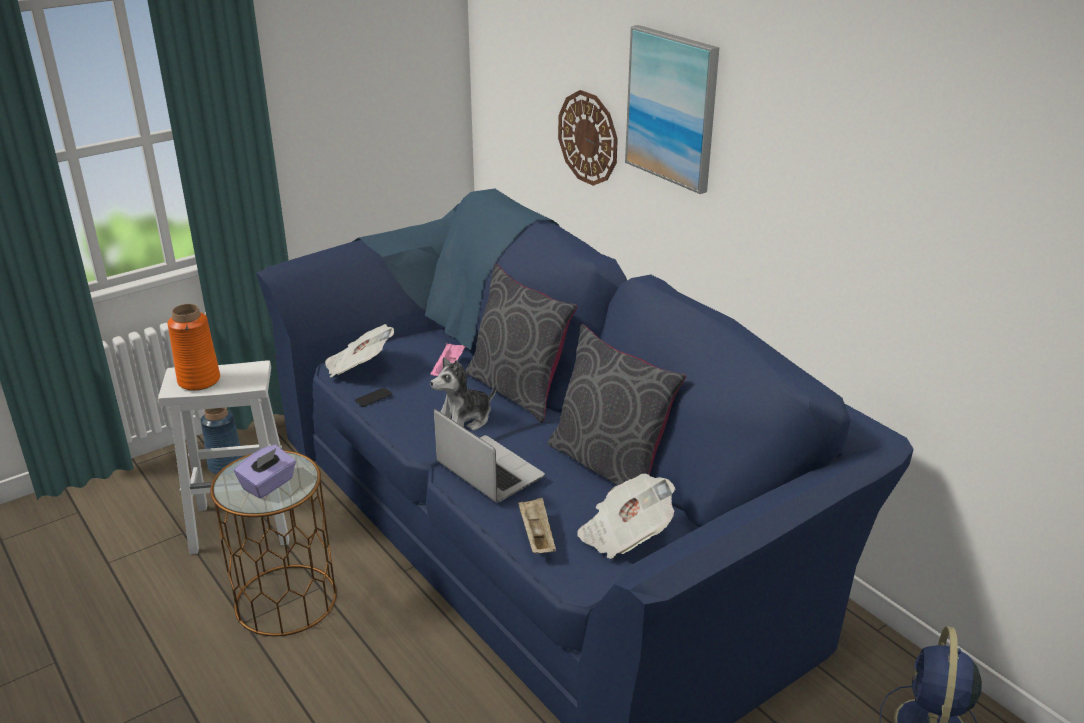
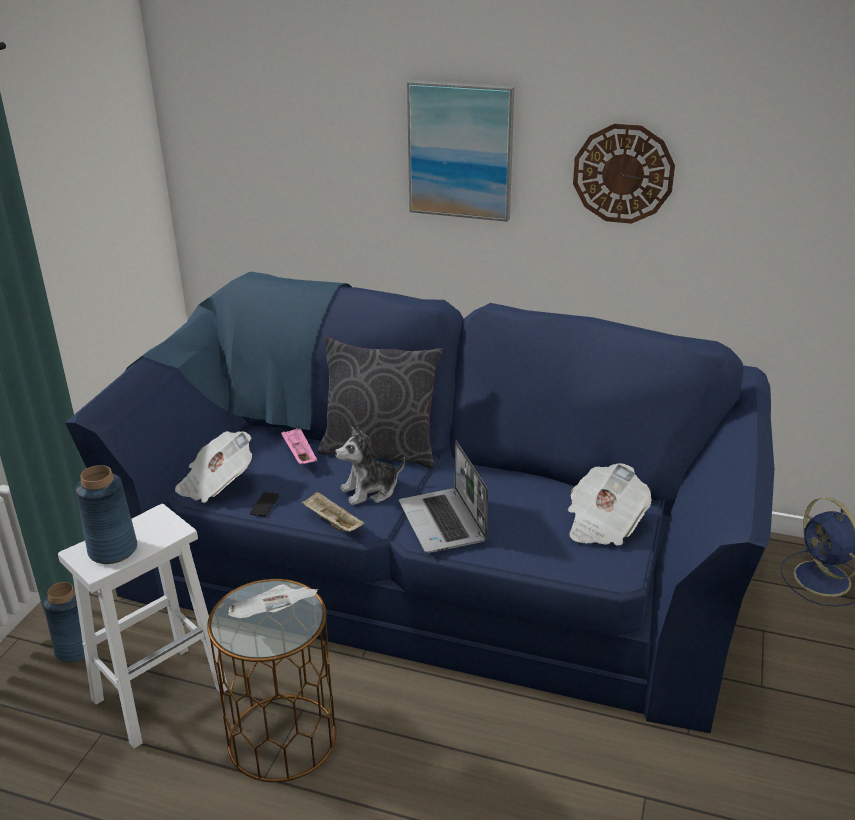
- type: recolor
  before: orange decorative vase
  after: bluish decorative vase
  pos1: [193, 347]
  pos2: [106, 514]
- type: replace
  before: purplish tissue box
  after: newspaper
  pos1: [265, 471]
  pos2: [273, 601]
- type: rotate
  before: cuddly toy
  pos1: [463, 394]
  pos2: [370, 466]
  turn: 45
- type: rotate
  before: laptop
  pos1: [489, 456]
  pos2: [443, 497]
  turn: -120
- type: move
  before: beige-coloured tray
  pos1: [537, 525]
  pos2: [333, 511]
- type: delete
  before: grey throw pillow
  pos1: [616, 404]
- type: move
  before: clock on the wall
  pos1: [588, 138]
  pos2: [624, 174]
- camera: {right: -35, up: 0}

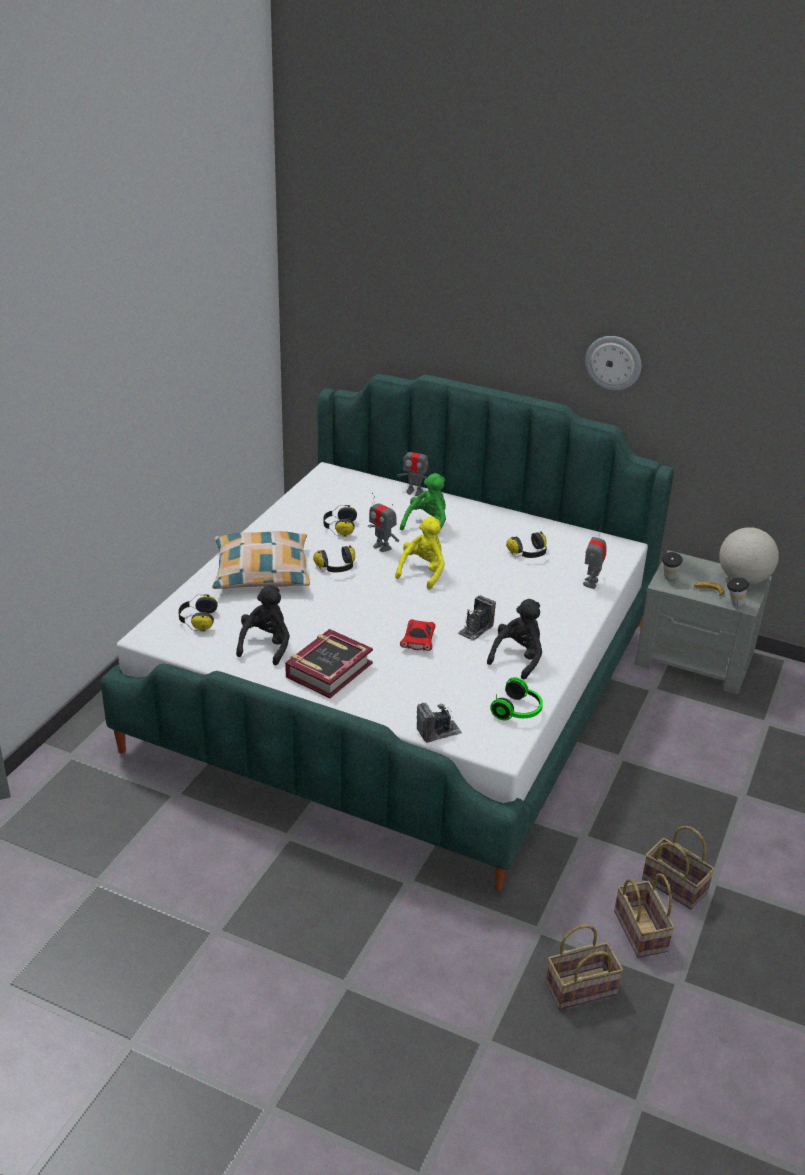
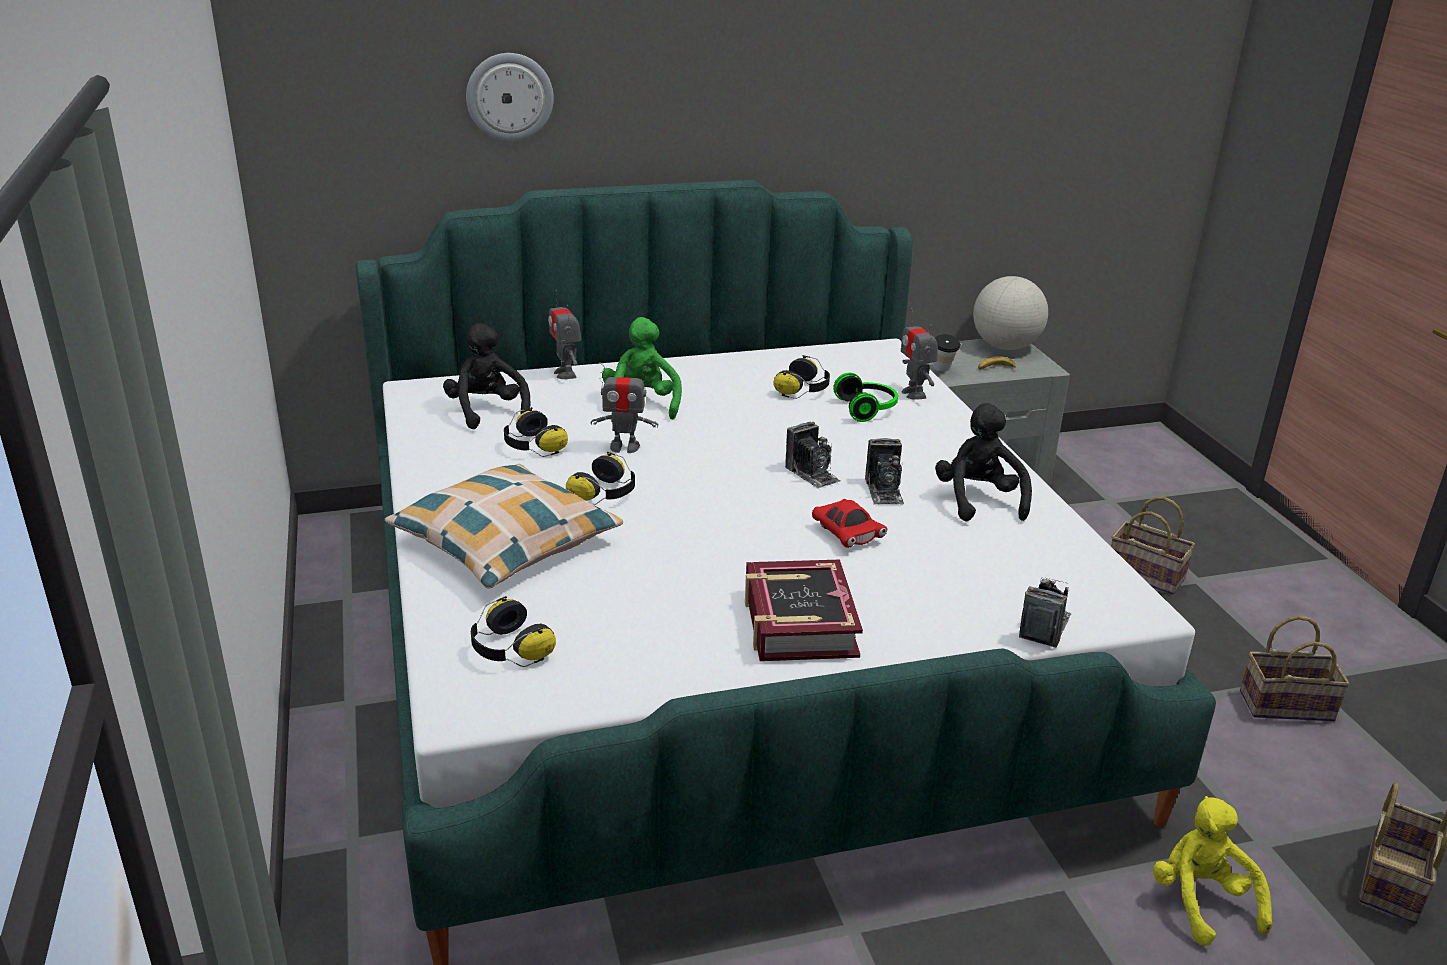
- type: move
  before: black-coloured cuddly toy
  pos1: [263, 625]
  pos2: [486, 376]
- type: move
  before: yellowish cuddly toy
  pos1: [420, 553]
  pos2: [1212, 871]
- type: rotate
  before: model robot
  pos1: [413, 469]
  pos2: [564, 334]
  turn: 90
- type: move
  before: headset
  pos1: [516, 699]
  pos2: [865, 397]
- type: move
  before: clock on the wall
  pos1: [613, 363]
  pos2: [510, 97]
- type: move
  before: basket
  pos1: [644, 915]
  pos2: [1153, 546]
- type: delete
  before: cup
  pos1: [738, 592]
- type: insert
  after: photo camera
  pos2: [812, 455]
- camera: {right: -40, up: -5}

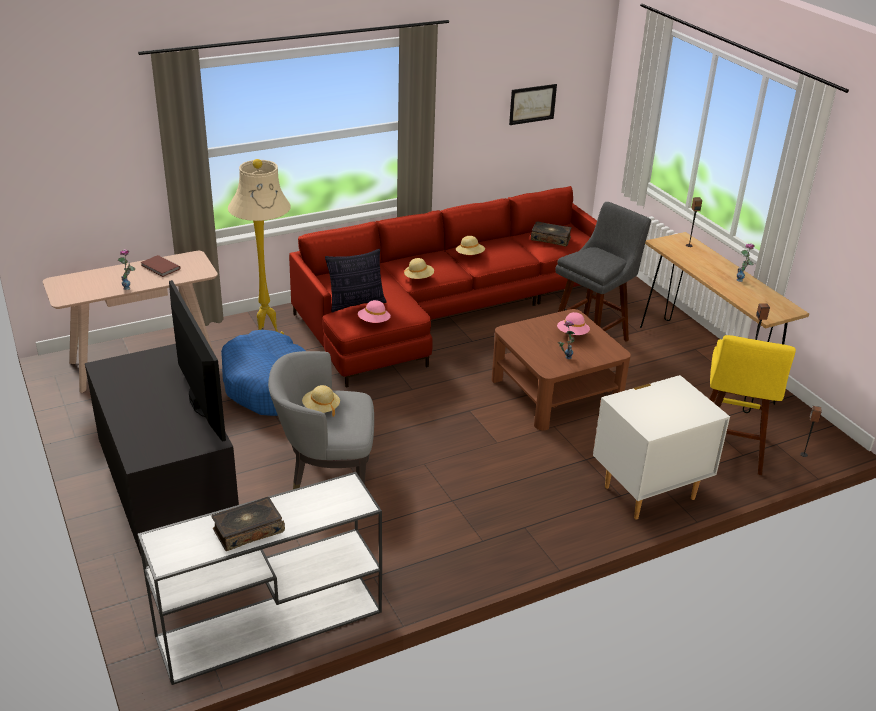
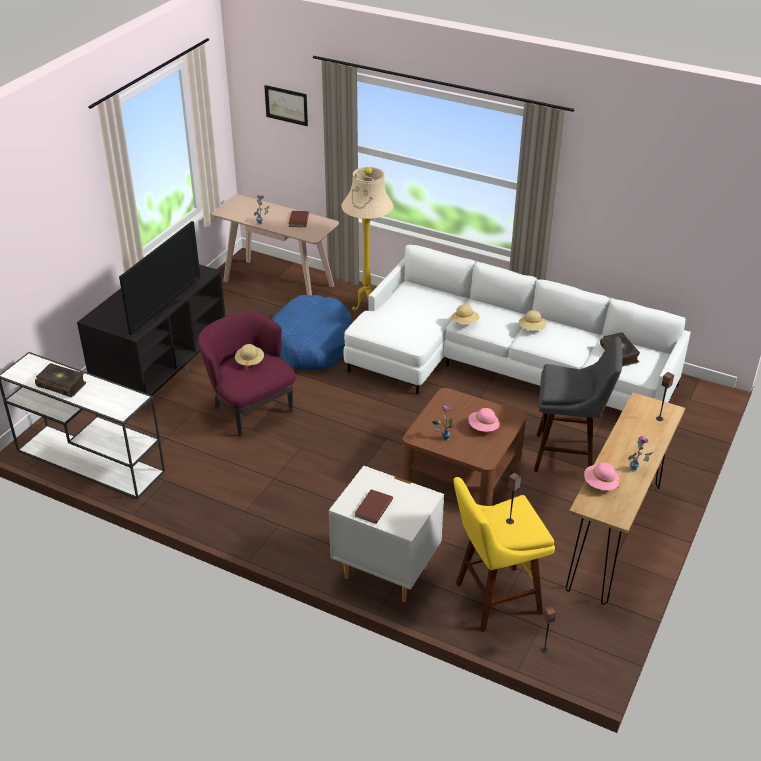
- type: recolor
  before: grey armchair
  after: purplish armchair
  pos1: [321, 420]
  pos2: [247, 374]
- type: recolor
  before: reddish sofa
  after: whitish sofa
  pos1: [443, 286]
  pos2: [517, 328]
- type: delete
  before: throw pillow
  pos1: [355, 281]
- type: move
  before: pink-coloured clothing hat
  pos1: [374, 311]
  pos2: [602, 476]
- type: move
  before: wall art
  pos1: [533, 104]
  pos2: [286, 105]
- type: insert
  after: brownish volume
  pos2: [374, 506]
- camera: {right: 55, up: 5}

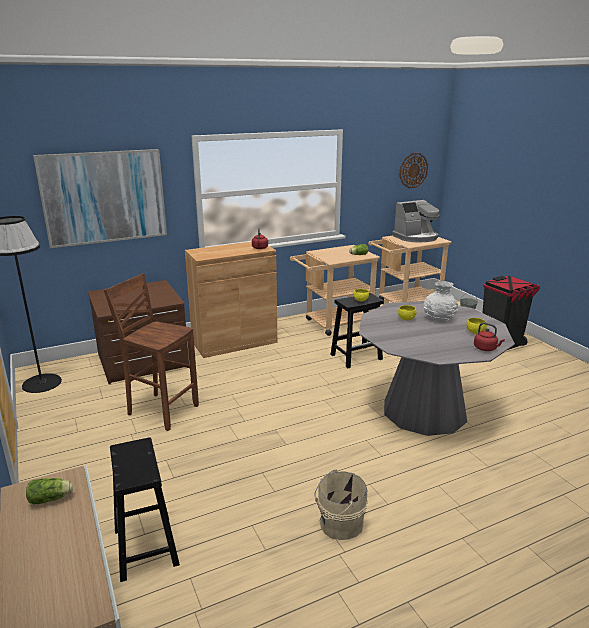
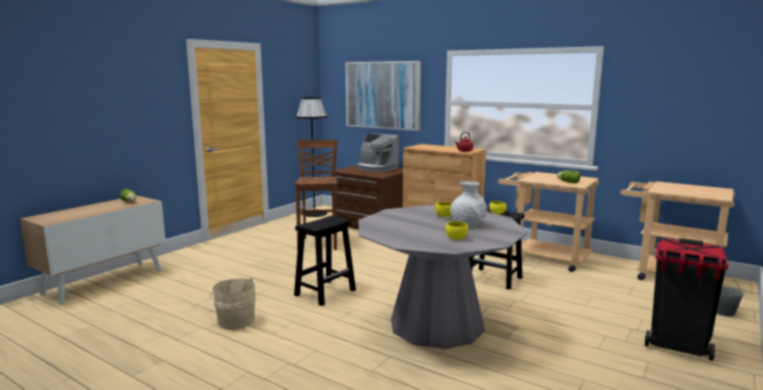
- type: move
  before: black-coloured stool seat
  pos1: [145, 509]
  pos2: [325, 261]
- type: move
  before: coffee maker
  pos1: [416, 221]
  pos2: [378, 152]
- type: delete
  before: clock on the wall
  pos1: [413, 170]
- type: delete
  before: reddish kettle
  pos1: [489, 337]
- camera: {right: 60, up: -10}

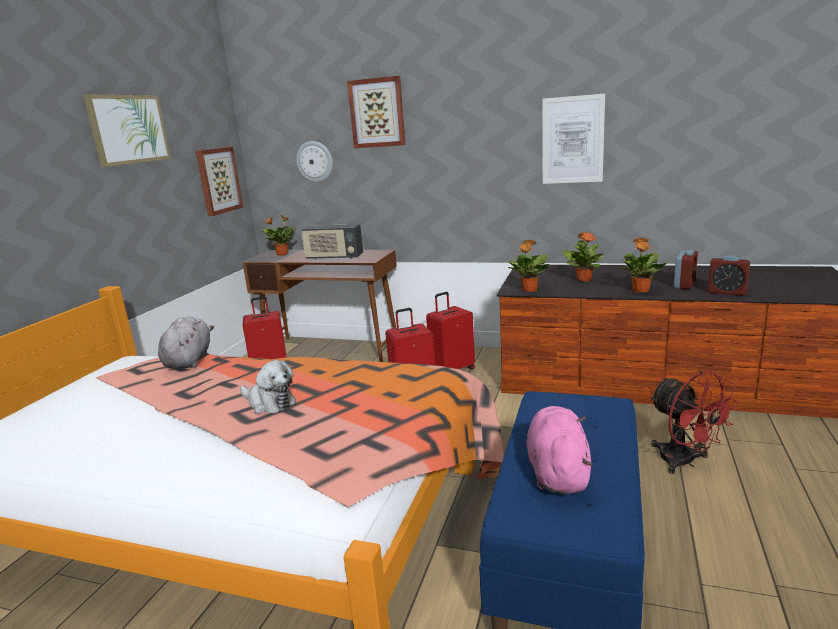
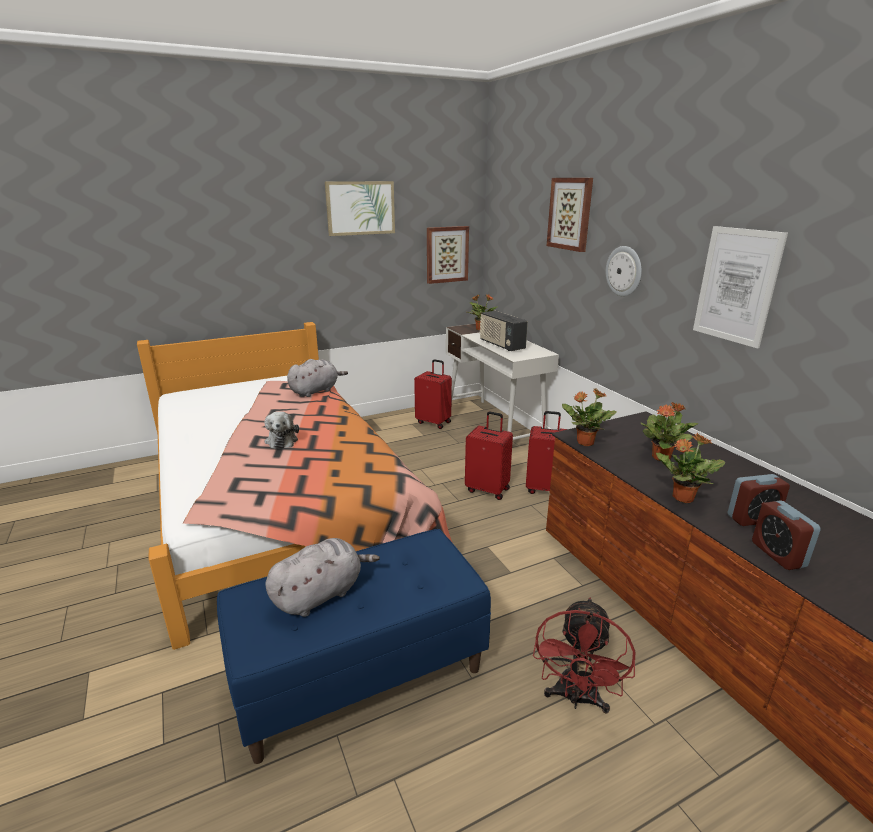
- type: recolor
  before: brownish desk
  after: whitish desk
  pos1: [319, 306]
  pos2: [502, 382]
- type: move
  before: clock on the wall
  pos1: [314, 161]
  pos2: [624, 271]
- type: recolor
  before: pink-coloured cuddly toy
  after: grey cuddly toy
  pos1: [559, 450]
  pos2: [322, 577]
- camera: {right: 45, up: 5}

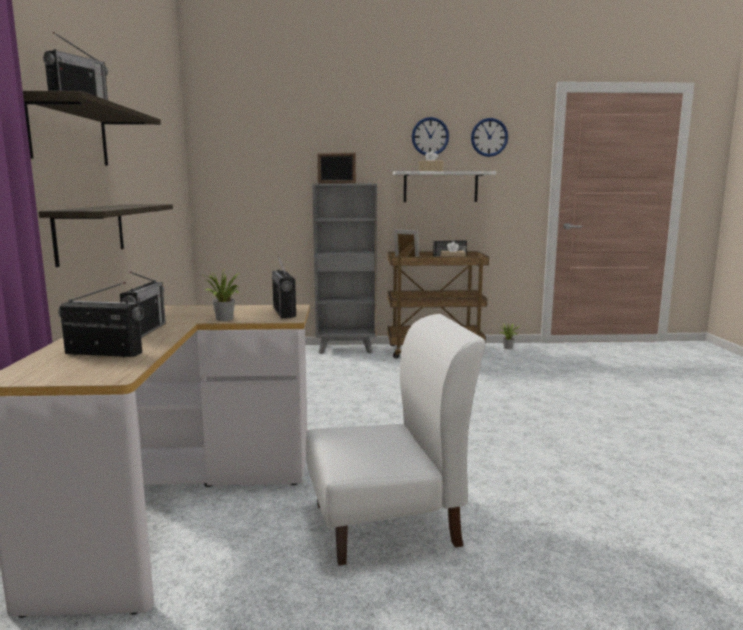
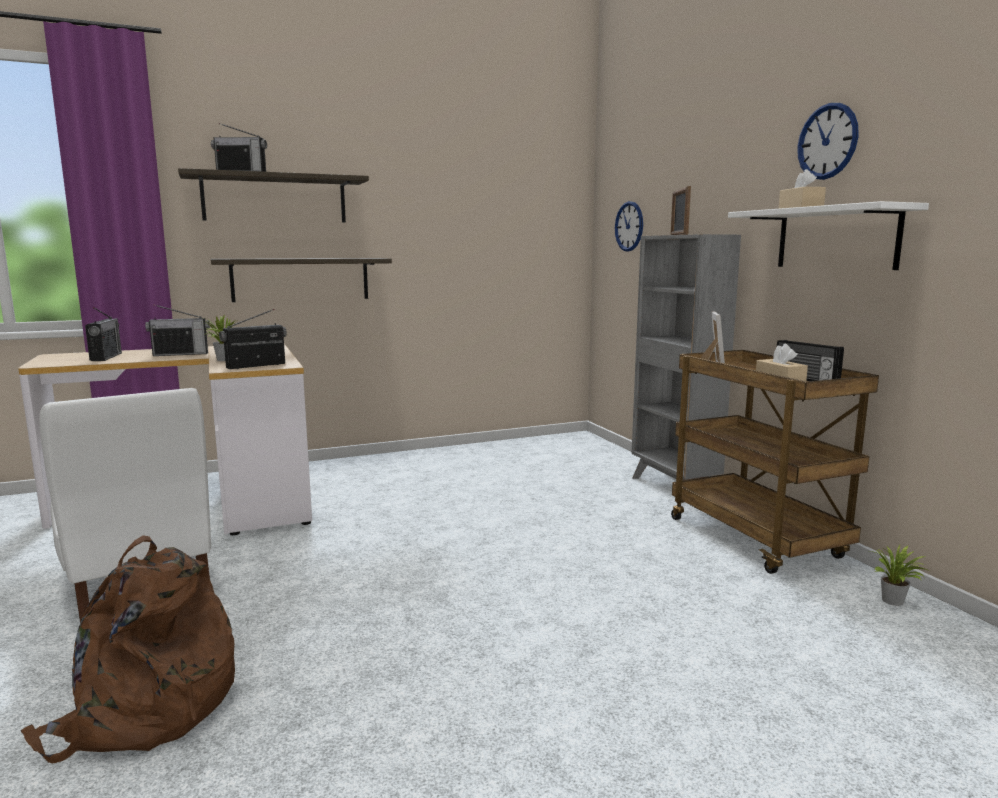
- type: move
  before: clock on the wall
  pos1: [489, 137]
  pos2: [629, 226]
- type: insert
  after: brownish knapsack
  pos2: [128, 649]
- camera: {right: 70, up: 0}

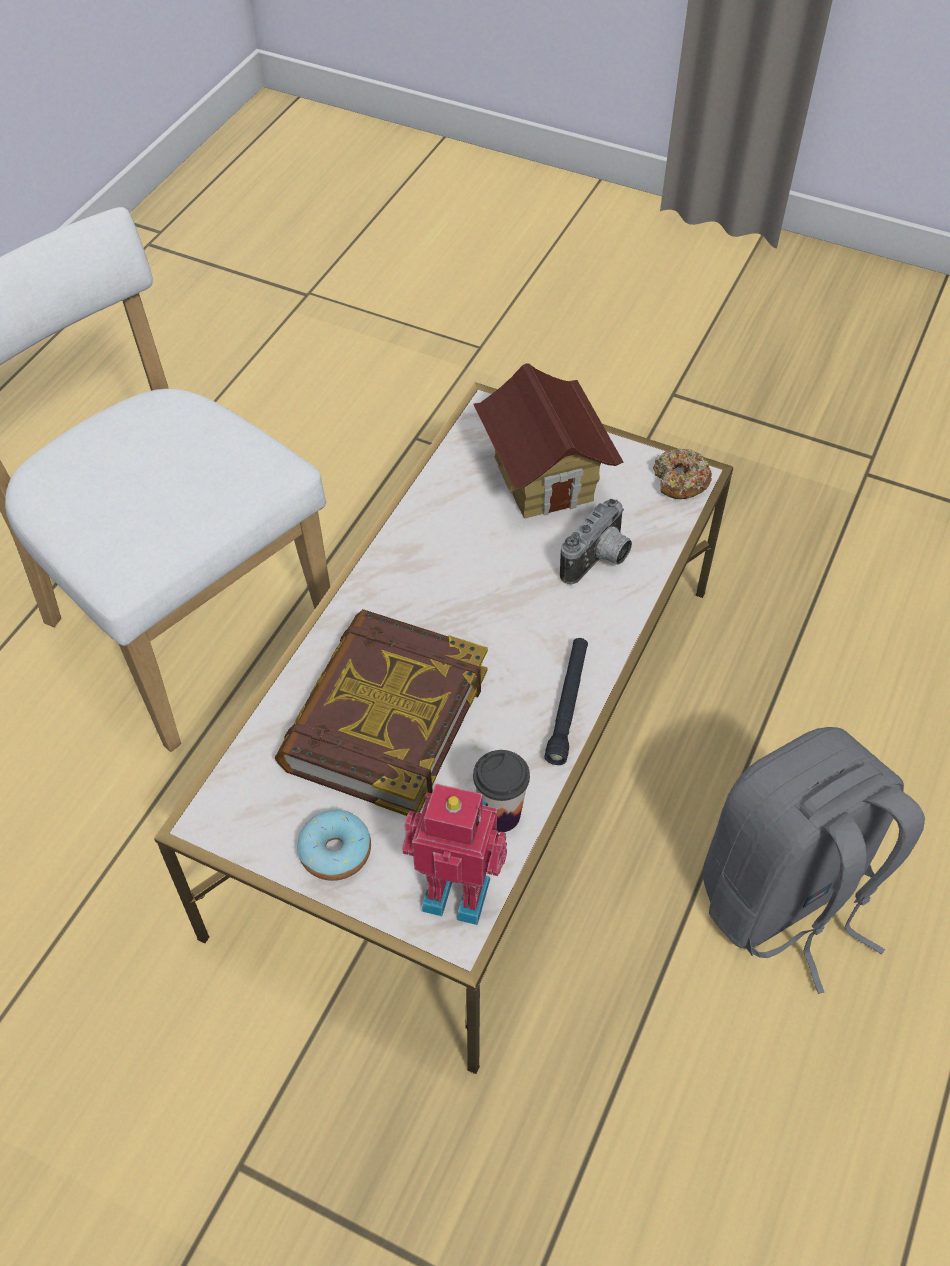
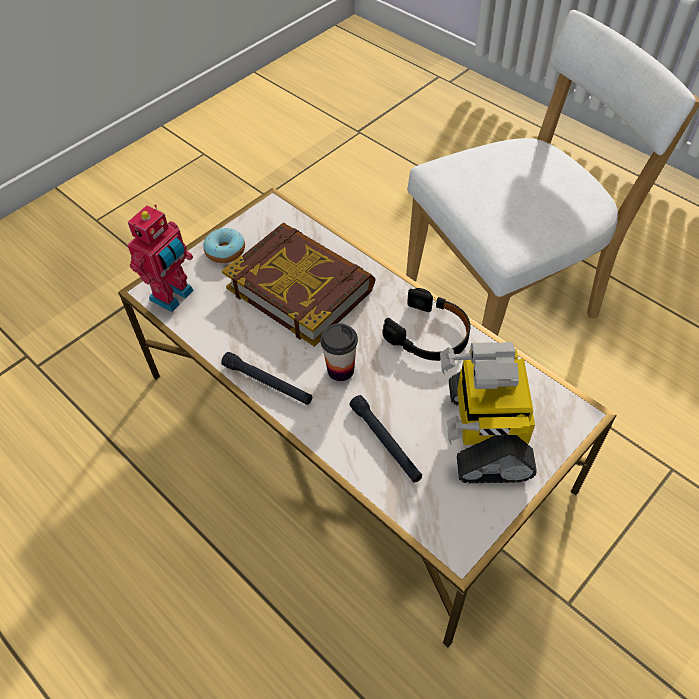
- type: replace
  before: model house
  after: model robot
  pos1: [548, 441]
  pos2: [488, 412]
- type: move
  before: cup
  pos1: [501, 791]
  pos2: [339, 352]
- type: replace
  before: photo camera
  after: black-coloured flashlight
  pos1: [596, 541]
  pos2: [385, 438]
- type: delete
  before: doughnut
  pos1: [682, 473]
- type: delete
  before: grey knapsack
  pos1: [814, 860]
- type: insert
  after: black-coloured headset
  pos2: [426, 324]
- camera: {right: 110, up: 0}

